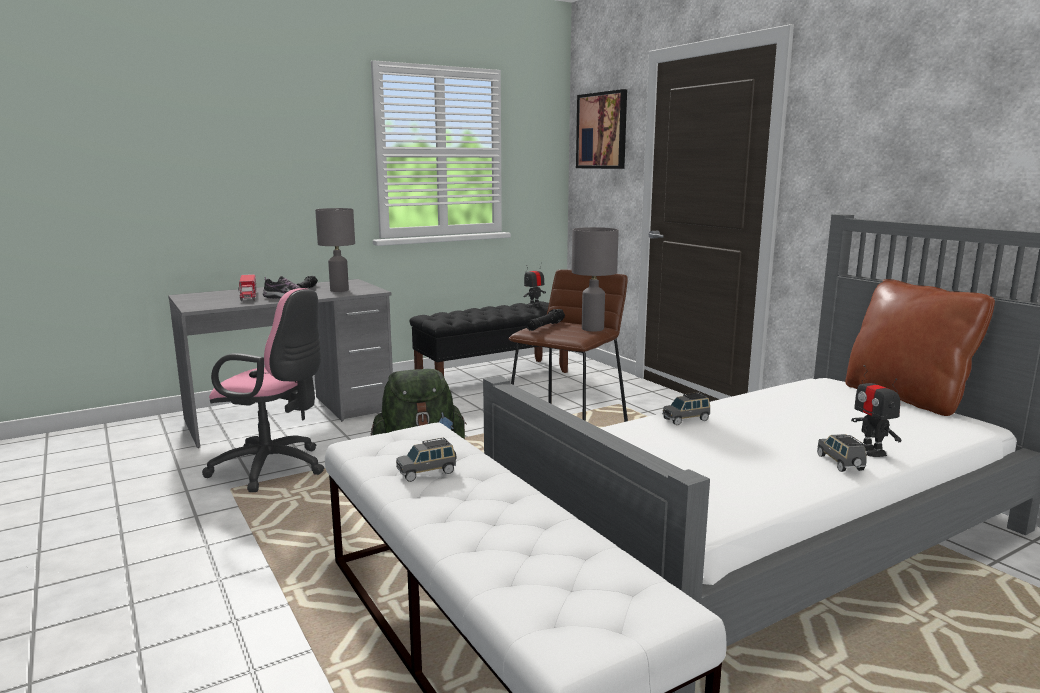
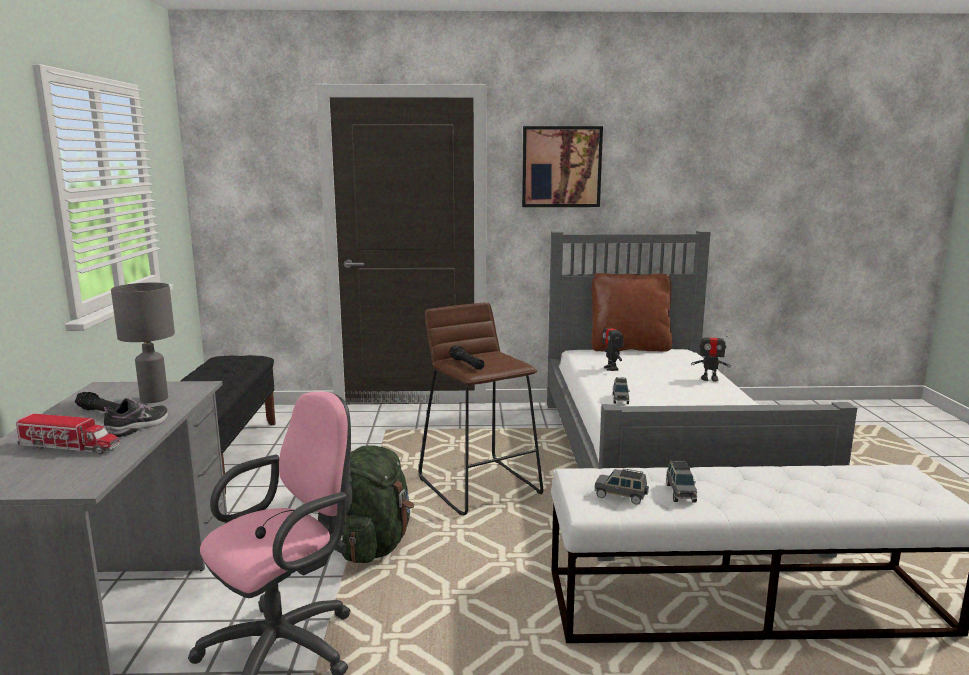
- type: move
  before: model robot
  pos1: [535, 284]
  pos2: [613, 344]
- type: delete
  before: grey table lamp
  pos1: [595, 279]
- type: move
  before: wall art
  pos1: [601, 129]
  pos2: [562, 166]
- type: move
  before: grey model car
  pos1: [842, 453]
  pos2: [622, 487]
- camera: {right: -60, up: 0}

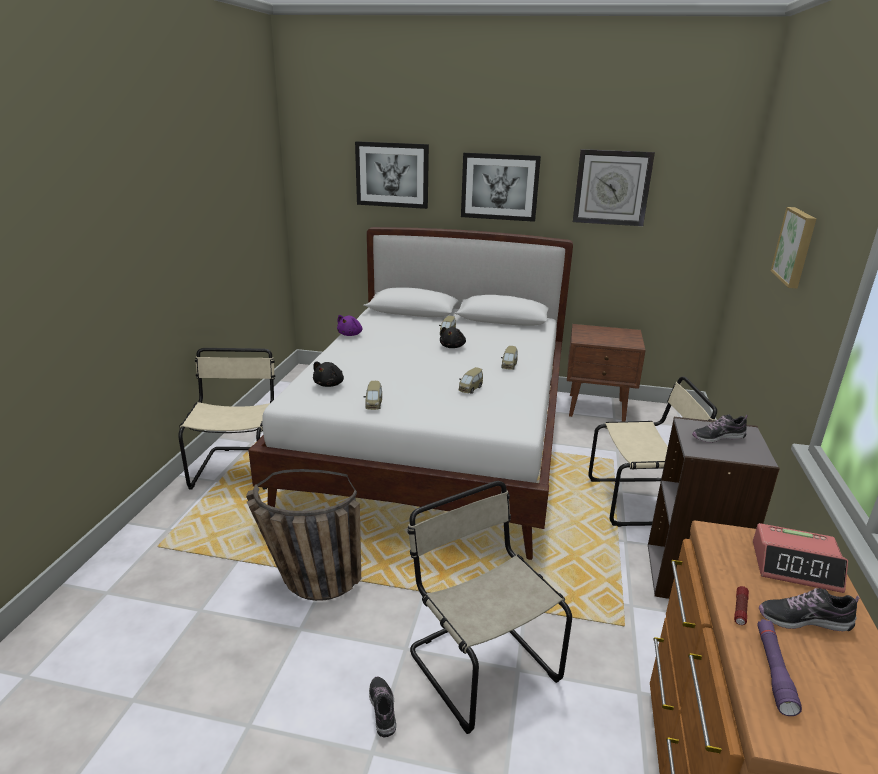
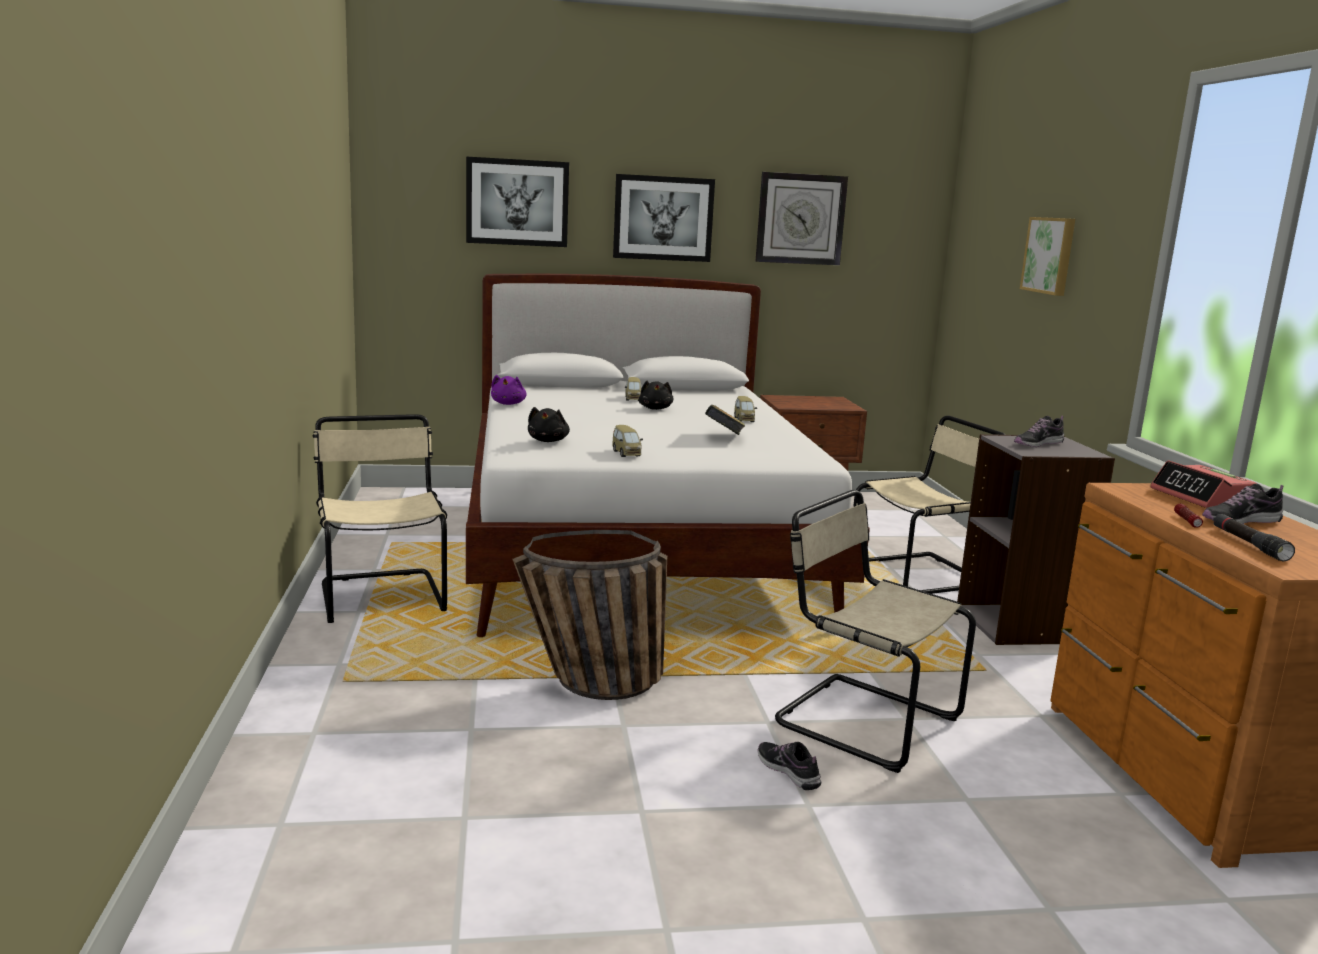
- type: replace
  before: model car
  after: volume
  pos1: [470, 380]
  pos2: [725, 420]
- type: rotate
  before: alarm clock
  pos1: [800, 558]
  pos2: [1203, 484]
  turn: 75
- type: recolor
  before: purplish flashlight
  after: black-coloured flashlight
  pos1: [779, 667]
  pos2: [1254, 537]
- camera: {right: -20, up: -10}

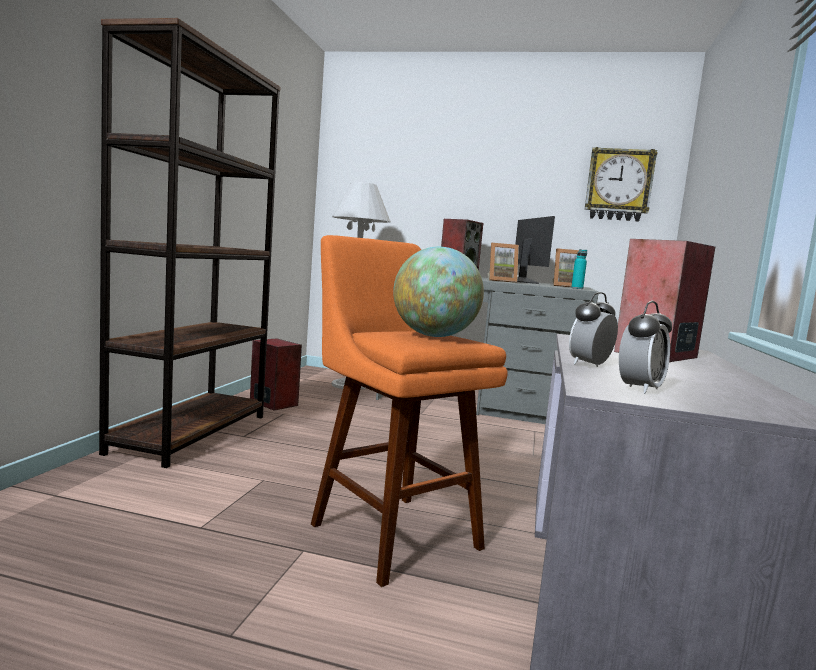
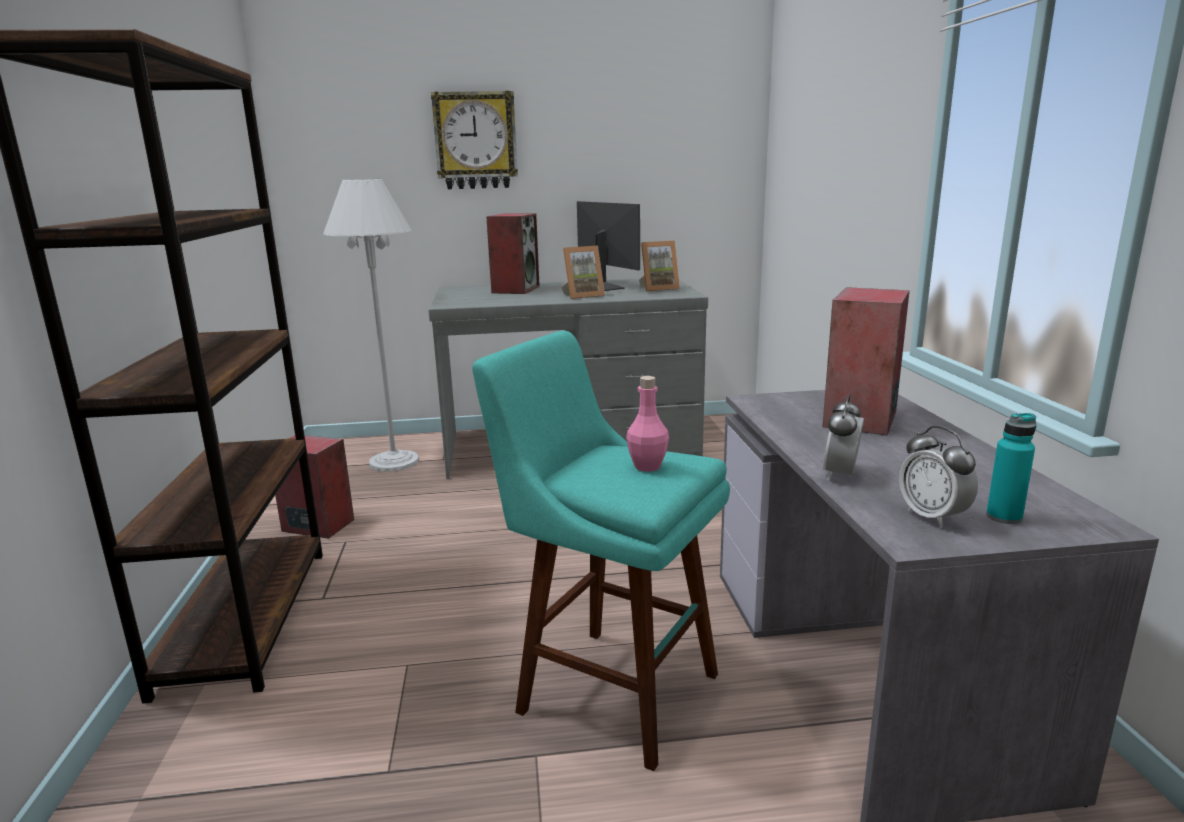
- type: recolor
  before: orange stool seat
  after: turquoise-coloured stool seat
  pos1: [409, 411]
  pos2: [601, 551]
- type: replace
  before: desk globe
  after: pink-coloured beverage bottle
  pos1: [438, 292]
  pos2: [647, 424]
- type: move
  before: turquoise-coloured beverage bottle
  pos1: [579, 269]
  pos2: [1011, 468]
- type: move
  before: clock on the wall
  pos1: [621, 184]
  pos2: [474, 140]
- type: rotate
  before: alarm clock
  pos1: [645, 347]
  pos2: [938, 476]
  turn: 135
- camera: {right: -20, up: 10}

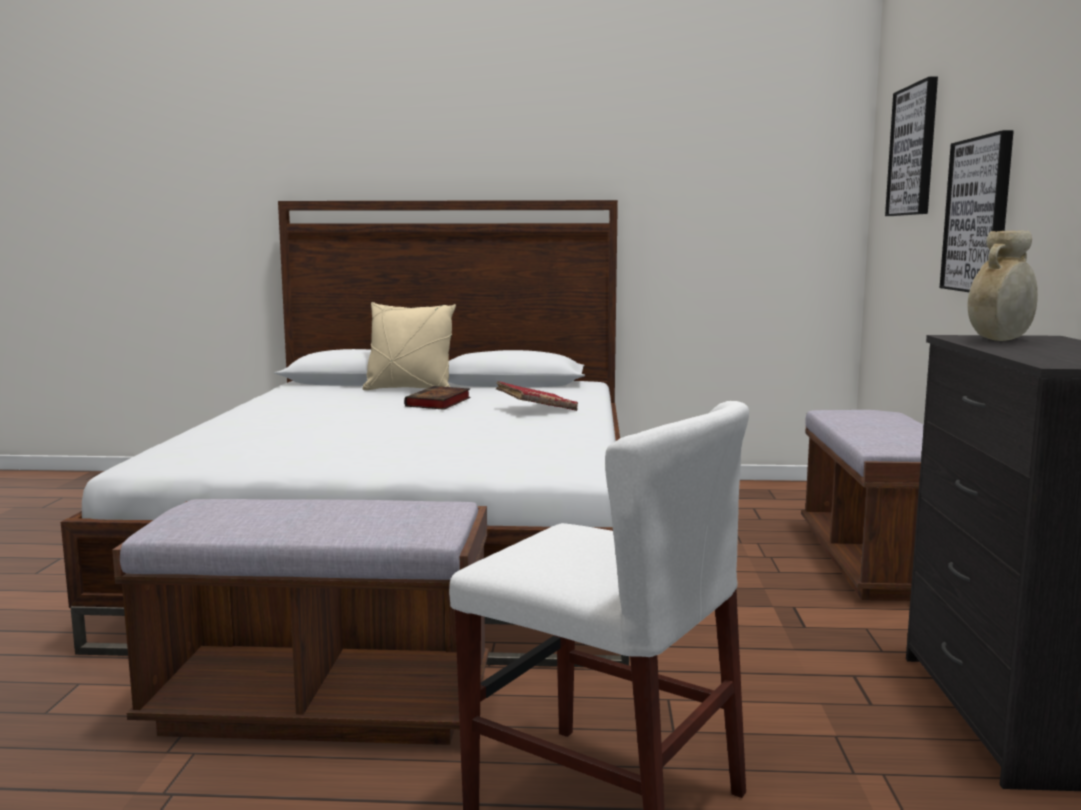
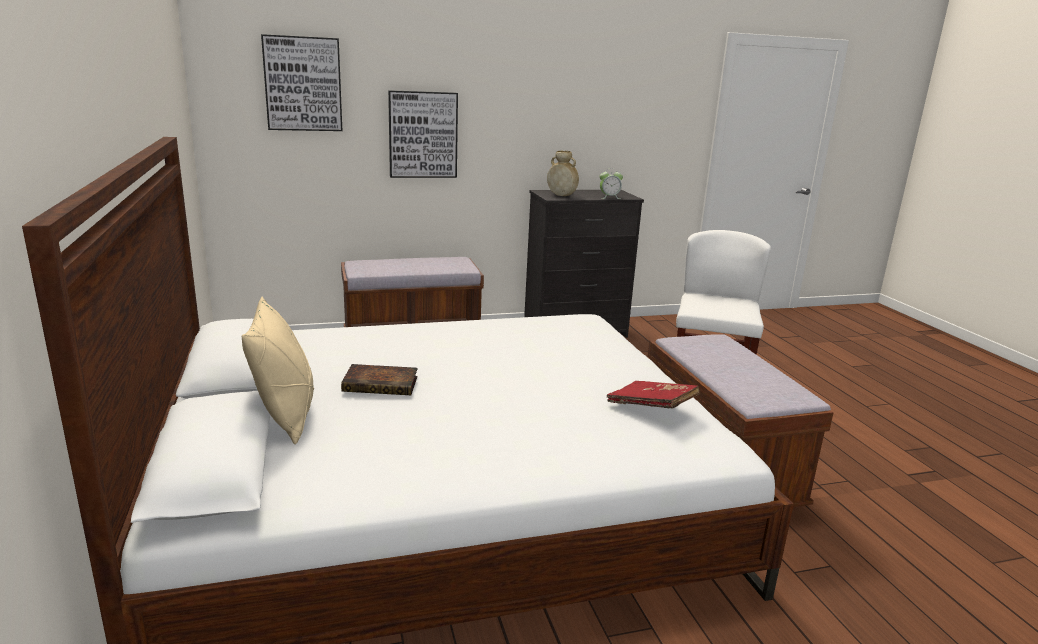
- type: move
  before: reddish volume
  pos1: [537, 396]
  pos2: [653, 395]
- type: insert
  after: alarm clock
  pos2: [611, 183]
- camera: {right: -110, up: 10}

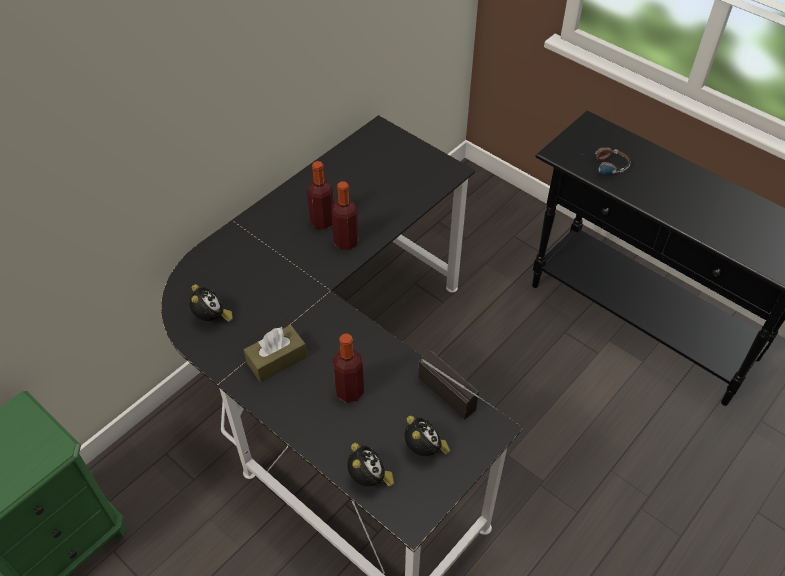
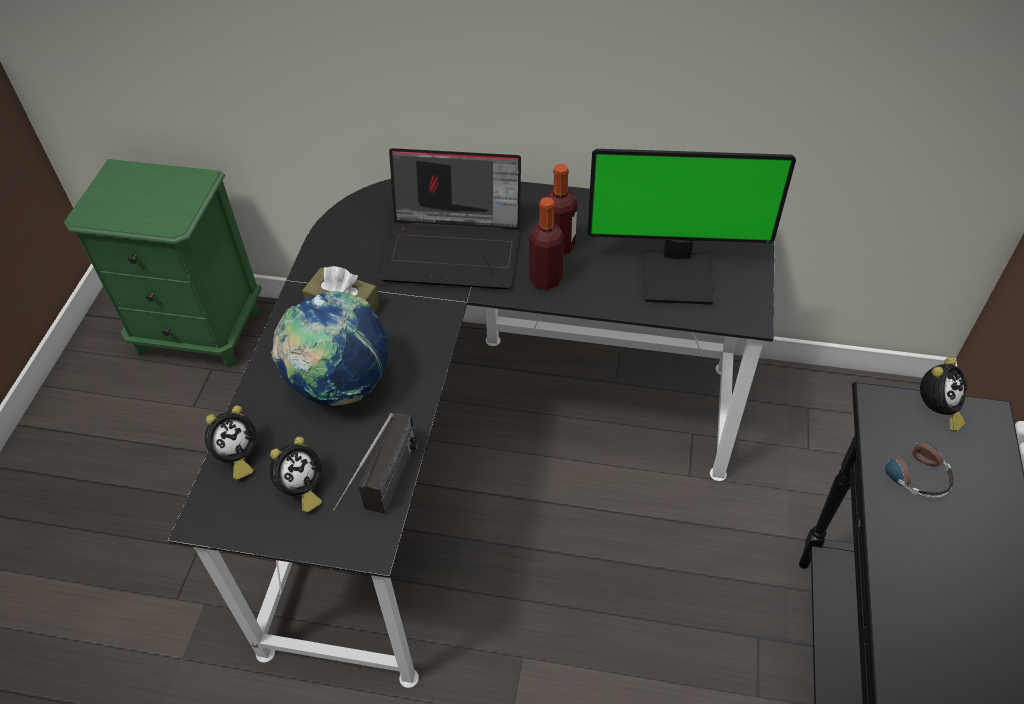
- type: move
  before: alarm clock
  pos1: [211, 303]
  pos2: [944, 394]
- type: replace
  before: beverage bottle
  after: desk globe
  pos1: [348, 368]
  pos2: [329, 348]
- type: insert
  after: laptop
  pos2: [450, 218]
- type: insert
  after: monitor
  pos2: [691, 227]
- camera: {right: 60, up: 0}

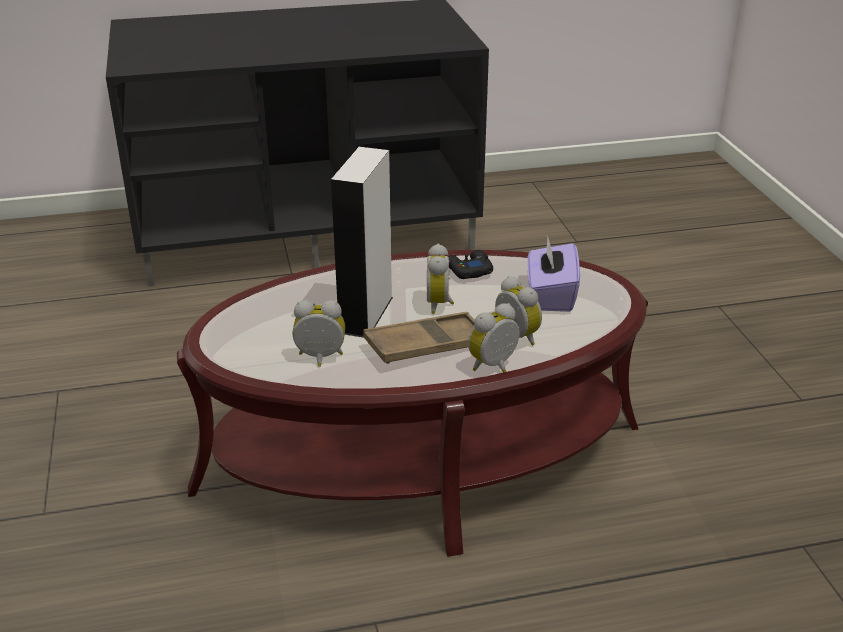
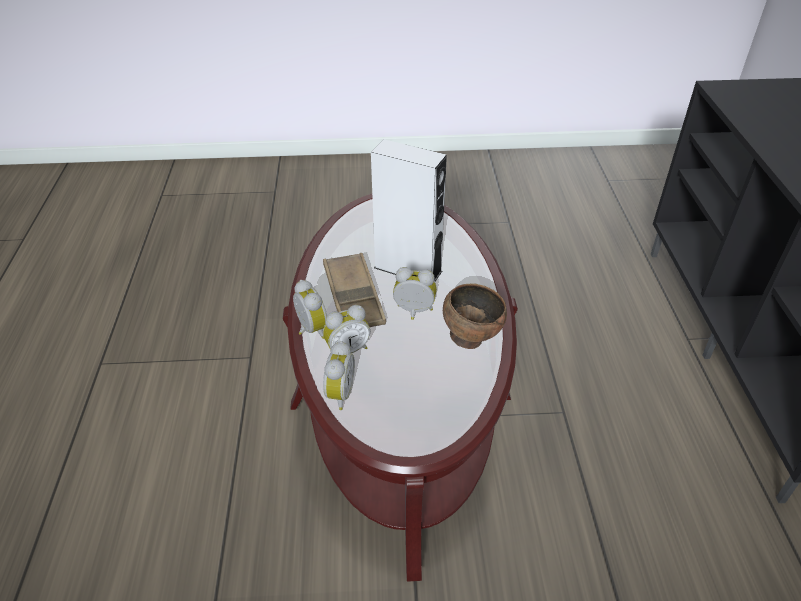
- type: move
  before: alarm clock
  pos1: [319, 333]
  pos2: [339, 375]
- type: replace
  before: black-coloured game controller
  after: brownish bowl
  pos1: [470, 264]
  pos2: [475, 316]
- type: delete
  before: purplish tissue box
  pos1: [553, 274]
- camera: {right: 100, up: 10}

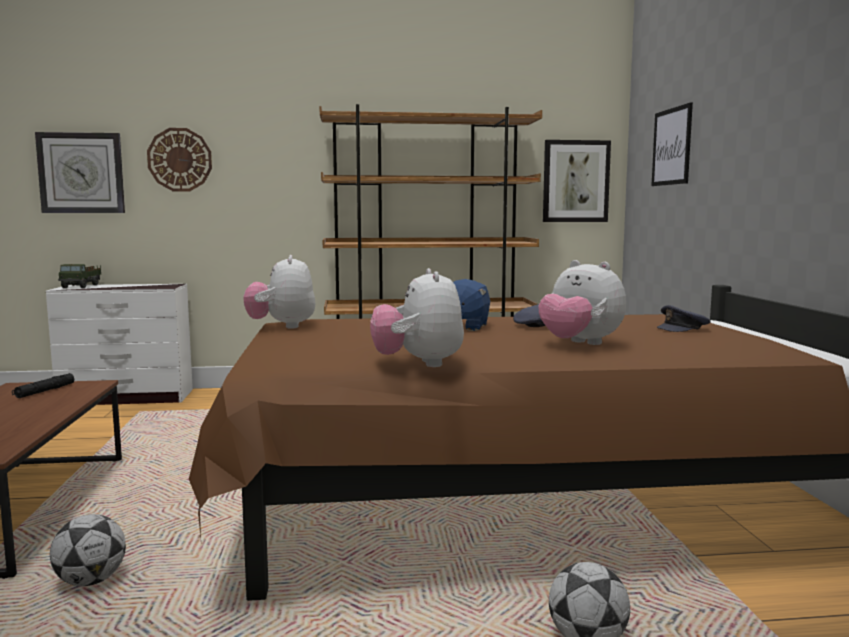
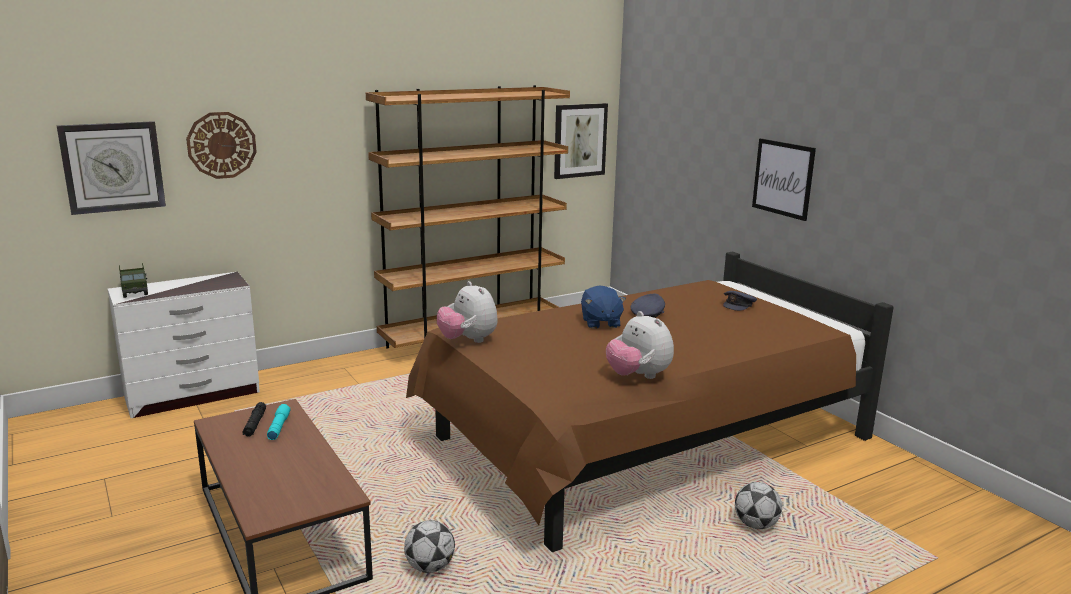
- type: delete
  before: cuddly toy
  pos1: [582, 302]
- type: move
  before: wall art
  pos1: [672, 144]
  pos2: [784, 179]
- type: insert
  after: turquoise-coloured flashlight
  pos2: [278, 422]
- camera: {right: -25, up: 10}

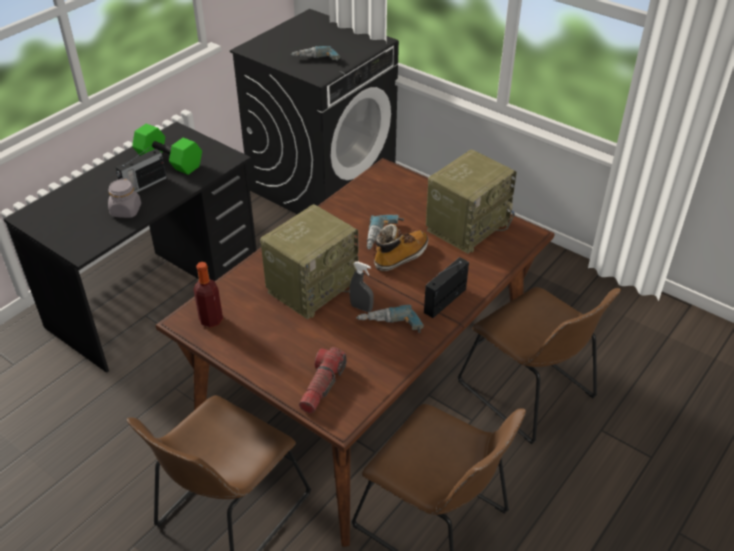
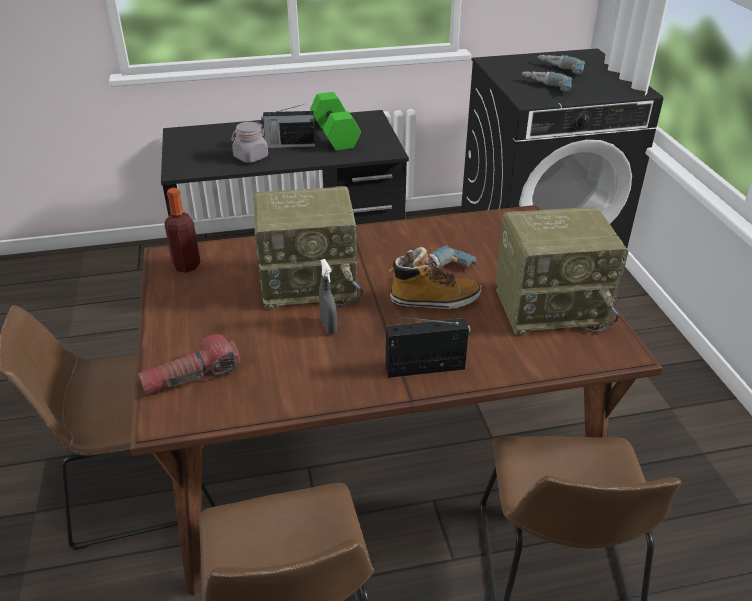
- type: move
  before: drill
  pos1: [390, 319]
  pos2: [561, 64]
- camera: {right: 40, up: -5}

